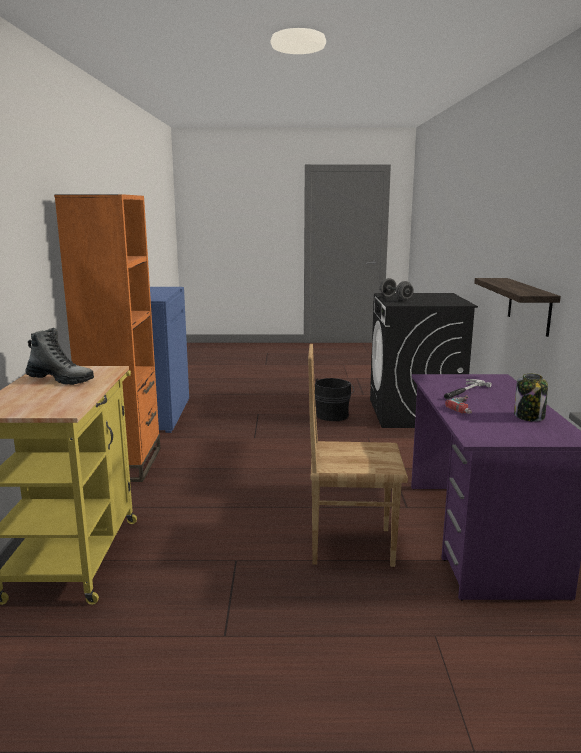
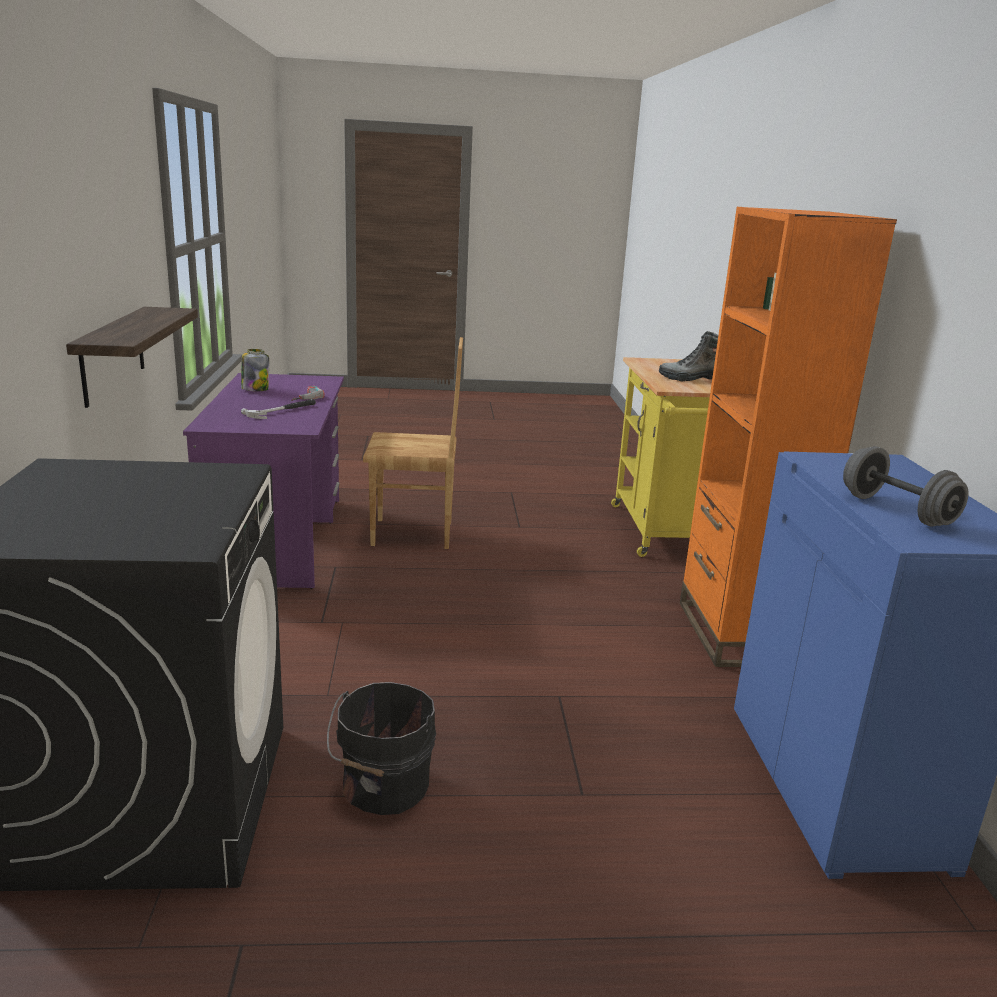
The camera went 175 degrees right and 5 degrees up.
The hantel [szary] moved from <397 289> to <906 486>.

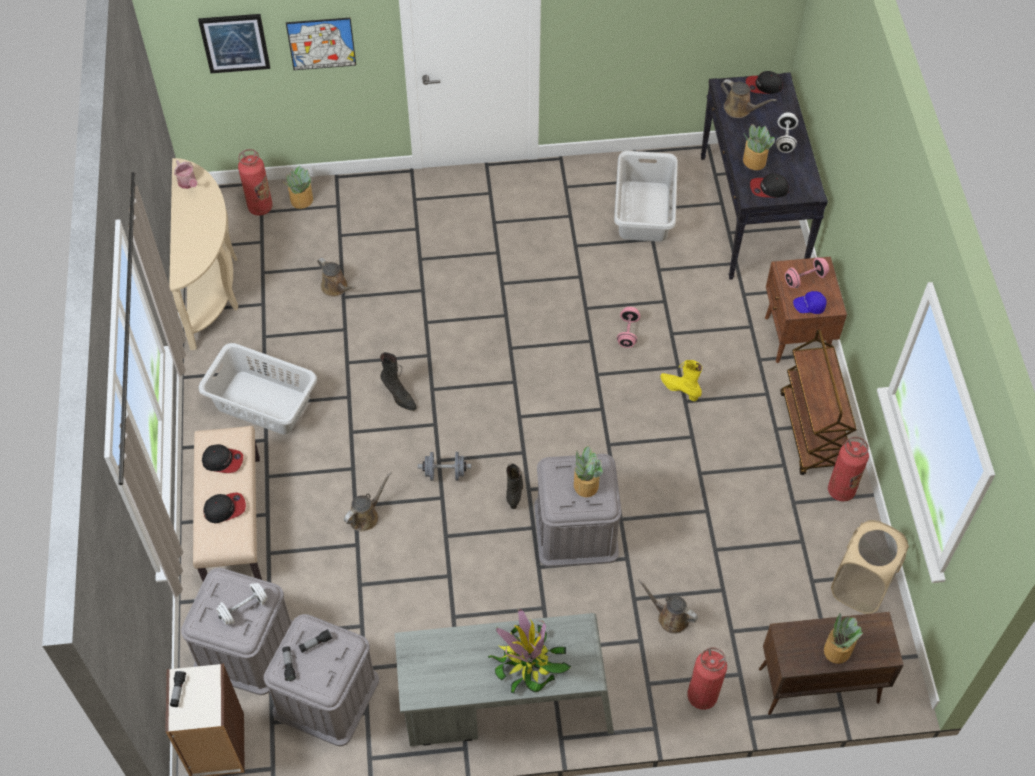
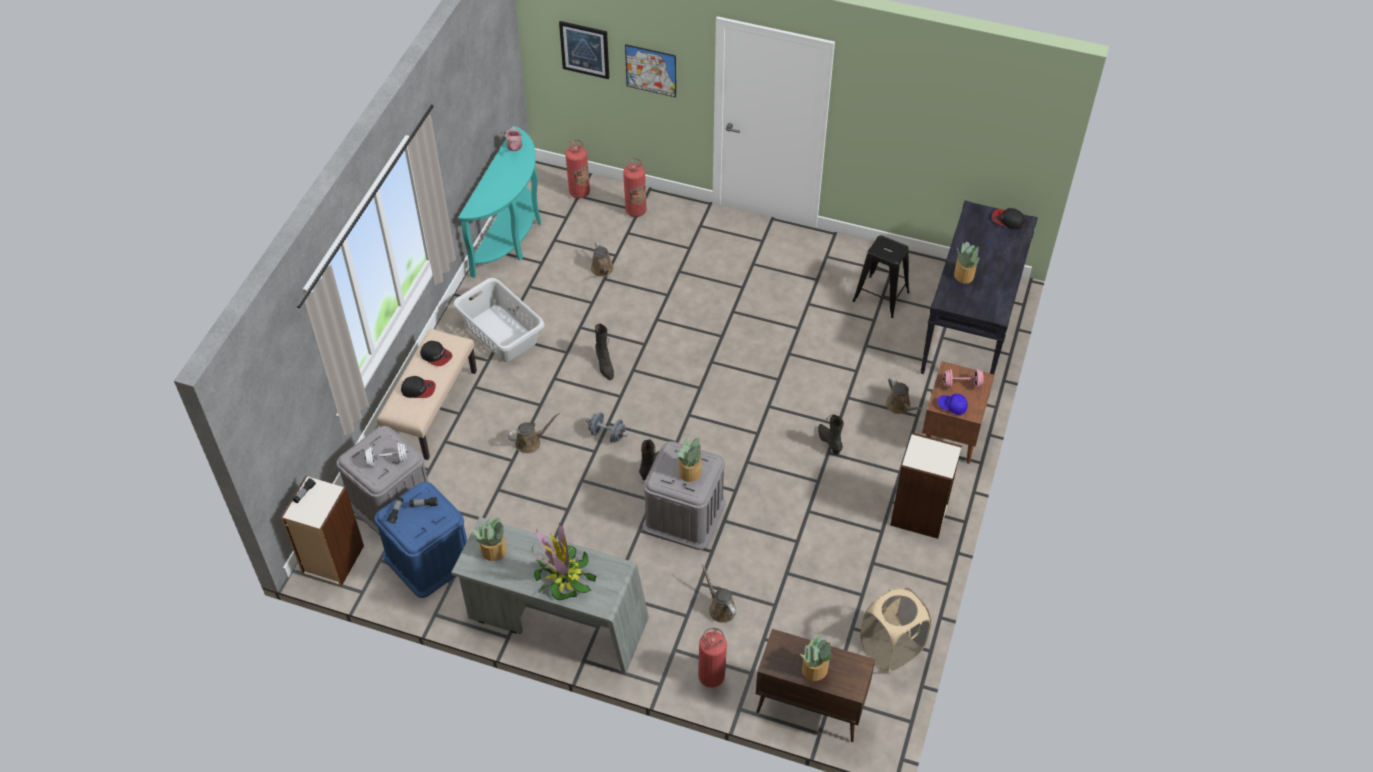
The camera went 25 degrees right and 5 degrees down.
The stolik konsolowy [beżowy] at <204 254> became the stolik konsolowy [turkusowy] at <499 202>.
The pojemnik do przechowywania [szary] at <321 680> became the pojemnik do przechowywania [niebieski] at <420 540>.
The roślina doniczkowa moved from <298 187> to <489 539>.
The kosz na pranie [szary] at <646 196> was replaced by the stołek [czarny] at <881 276>.
The hantel [różowy] at <628 327> disappeared.
The but z cholewką [żółty] at <681 380> became the but z cholewką [czarny] at <831 434>.
The konewka [brązowy] moved from <748 98> to <904 395>.
The czapka z daszkiem at <769 185> disappeared.
The hantel [biały] at <787 132> disappeared.
The wózek [brązowy] at <818 402> was replaced by the regał at <926 486>.
The gaśnica moved from <848 469> to <635 187>.

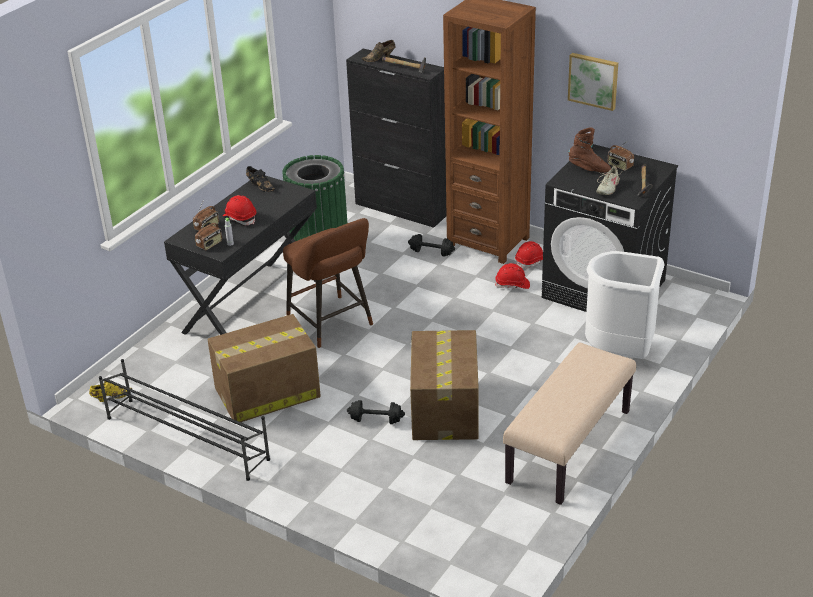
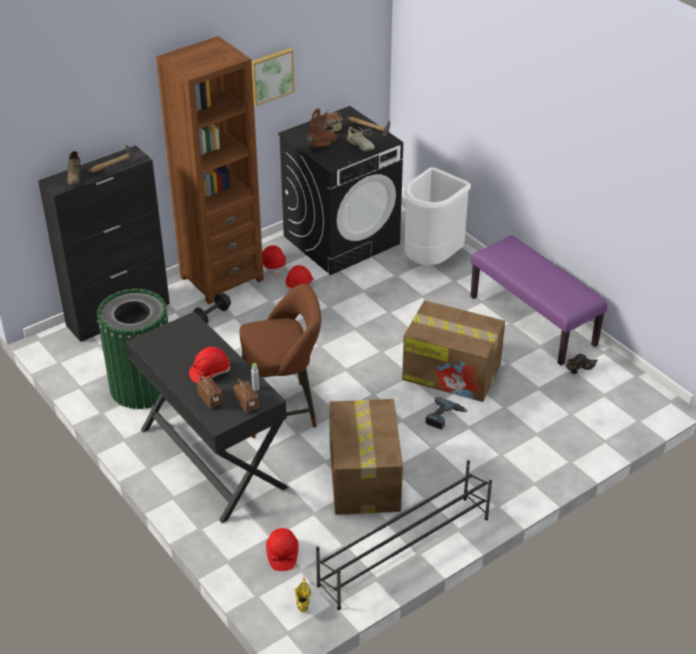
The camera went 70 degrees left and 5 degrees up.
The but [czarny] moved from <260 179> to <582 364>.
The hantel [czarny] at <376 412> was replaced by the wiertarka at <447 413>.
The ławka [beżowy] at <569 424> became the ławka [fioletowy] at <539 300>.
The kask [czerwony] at <282 549> appeared.

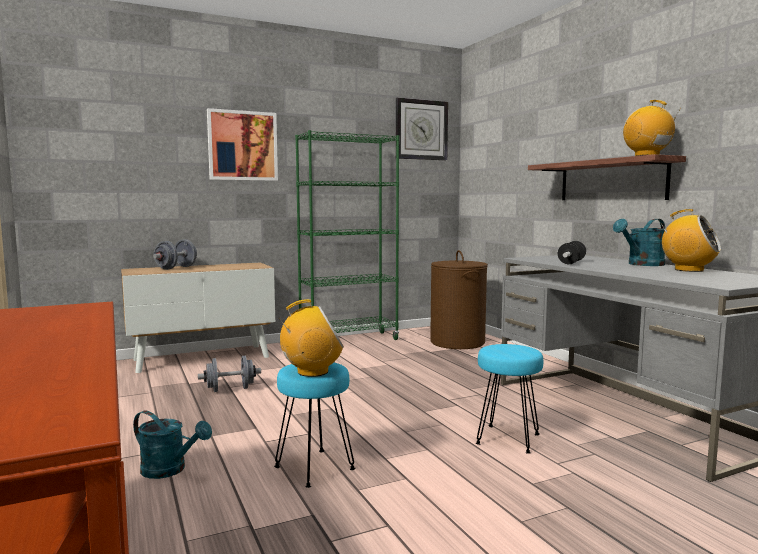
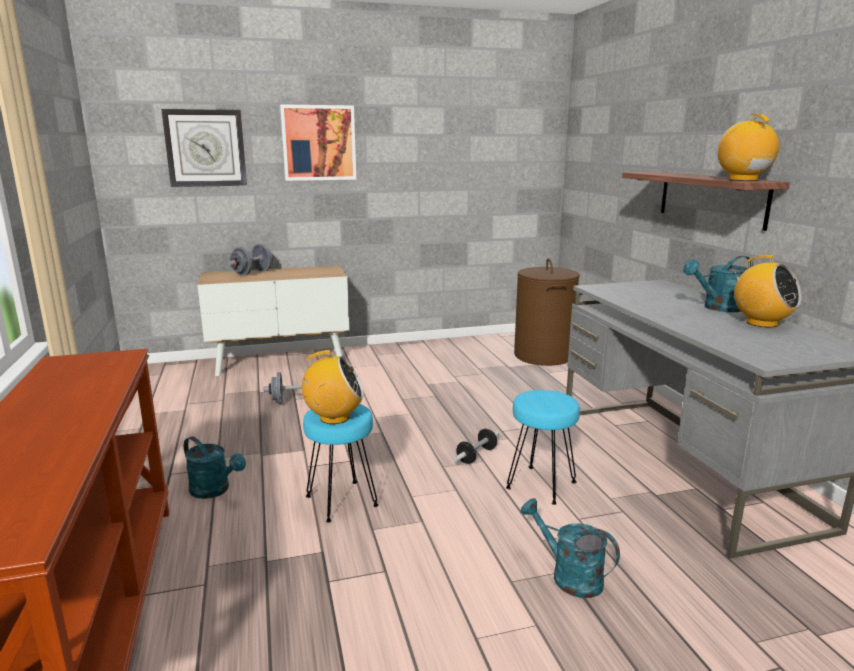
The camera went 10 degrees right and 10 degrees up.
The regał [zielony] at <347 235> disappeared.
The zegar ścienny moved from <422 128> to <204 148>.
The hantel moved from <572 252> to <476 446>.
The konewka [turkusowy] at <570 548> appeared.

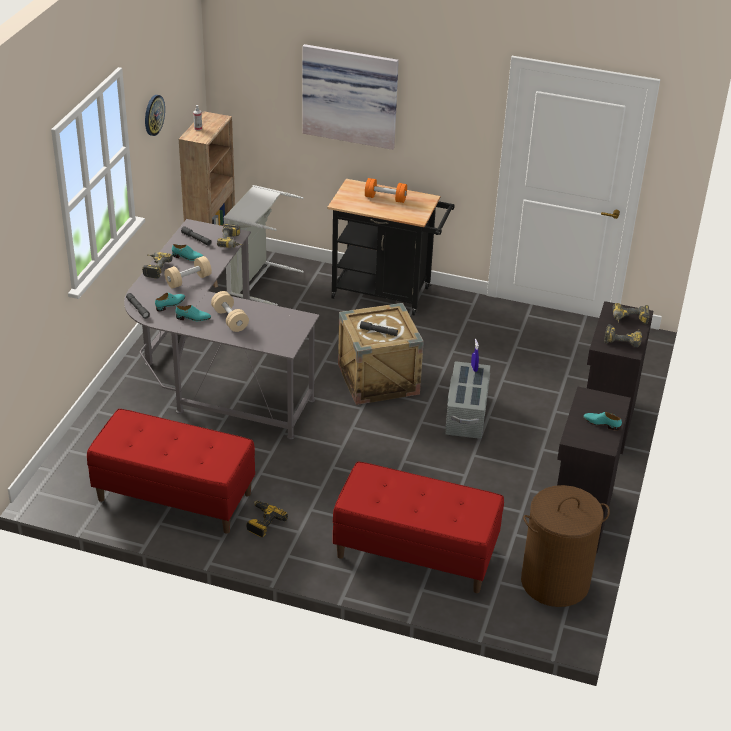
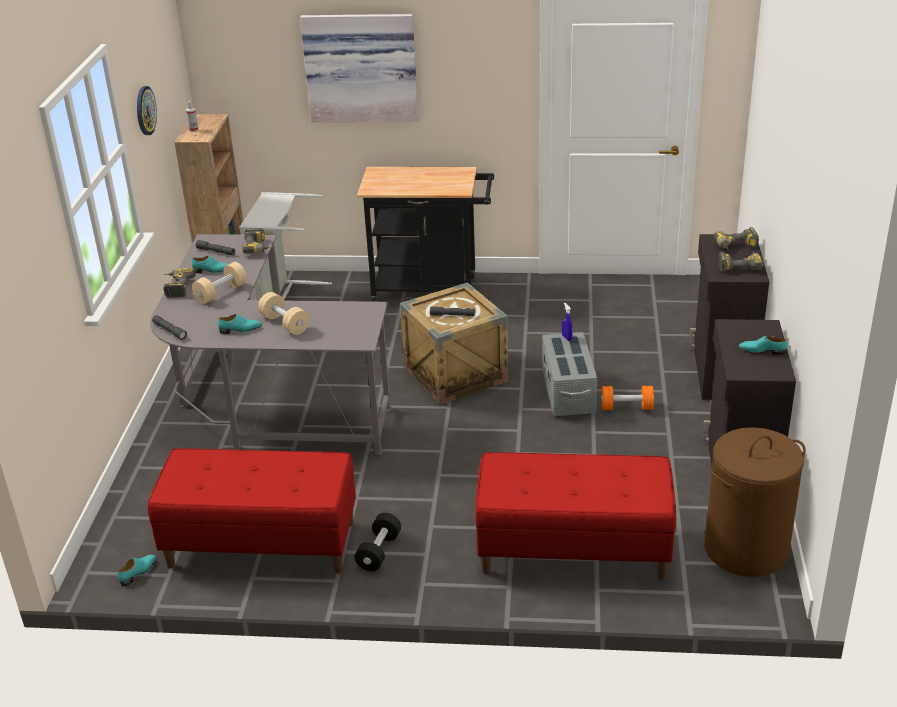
The camera went 10 degrees left and 5 degrees down.
The but [turkusowy] moved from <170 302> to <137 570>.
The wiertarka at <267 519> was replaced by the hantel [czarny] at <377 542>.
The hantel [pomarańczowy] moved from <386 190> to <627 398>.

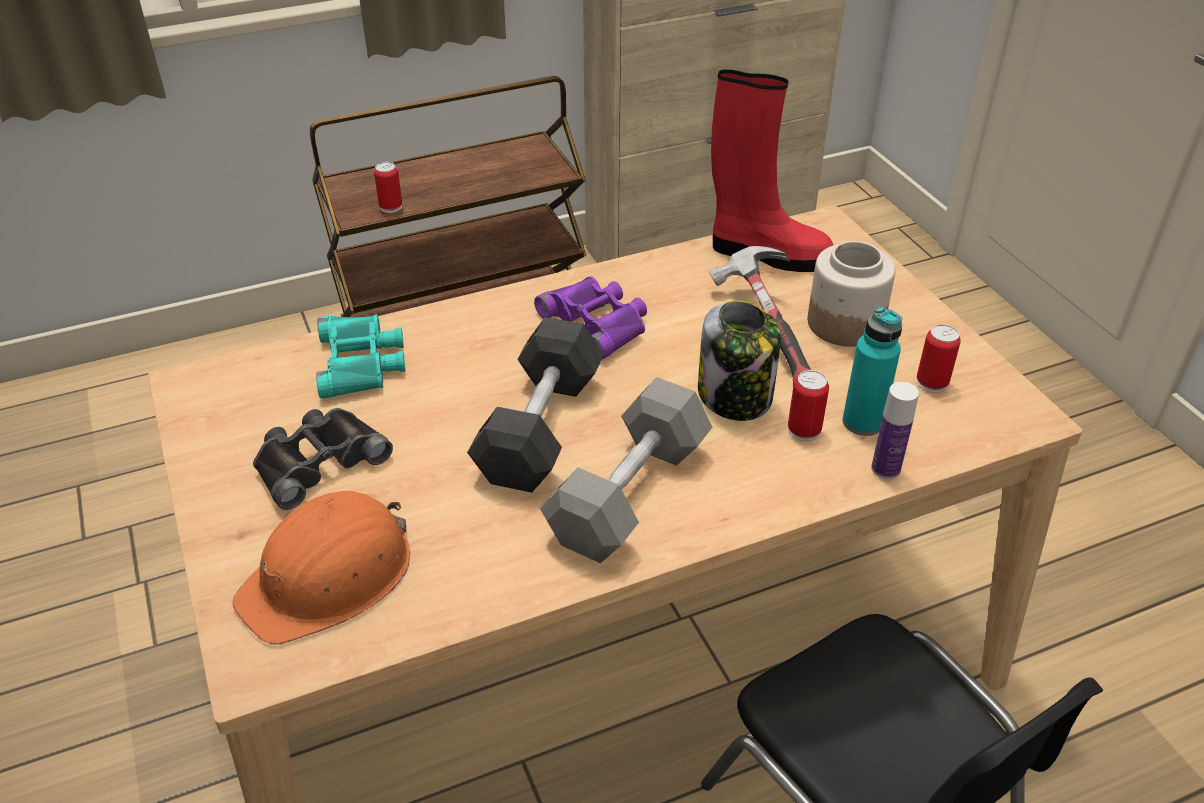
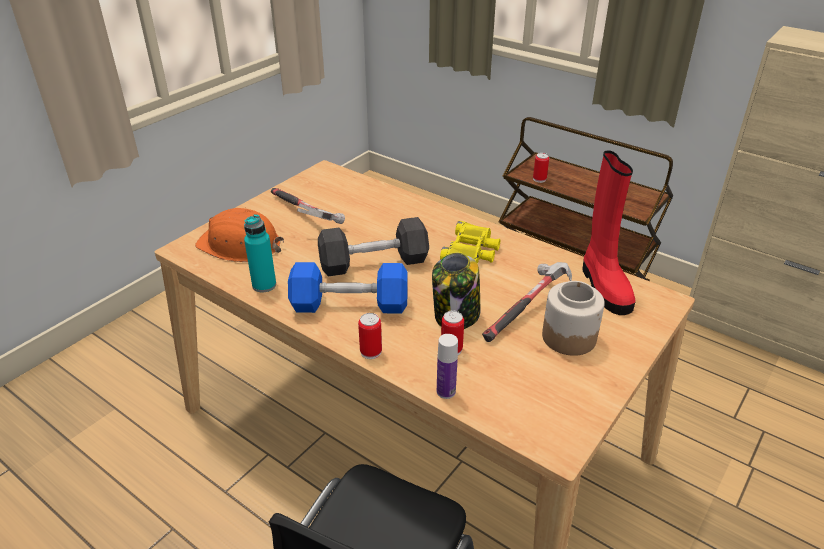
The camera went 60 degrees right and 5 degrees down.
The lornetka [czarny] at <323 459> was replaced by the młotek at <308 206>.
The lornetka [turkusowy] at <361 357> disappeared.
The lornetka [fioletowy] at <590 317> became the lornetka [żółty] at <470 242>.
The hantel [szary] at <626 470> became the hantel [niebieski] at <348 288>.
The butelka [turkusowy] moved from <872 371> to <260 253>.
The puszka moved from <939 358> to <370 336>.

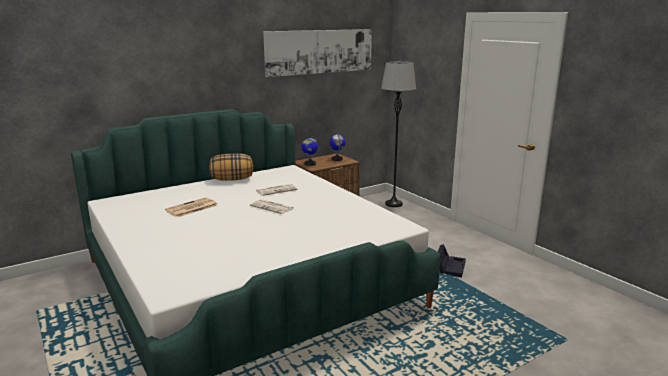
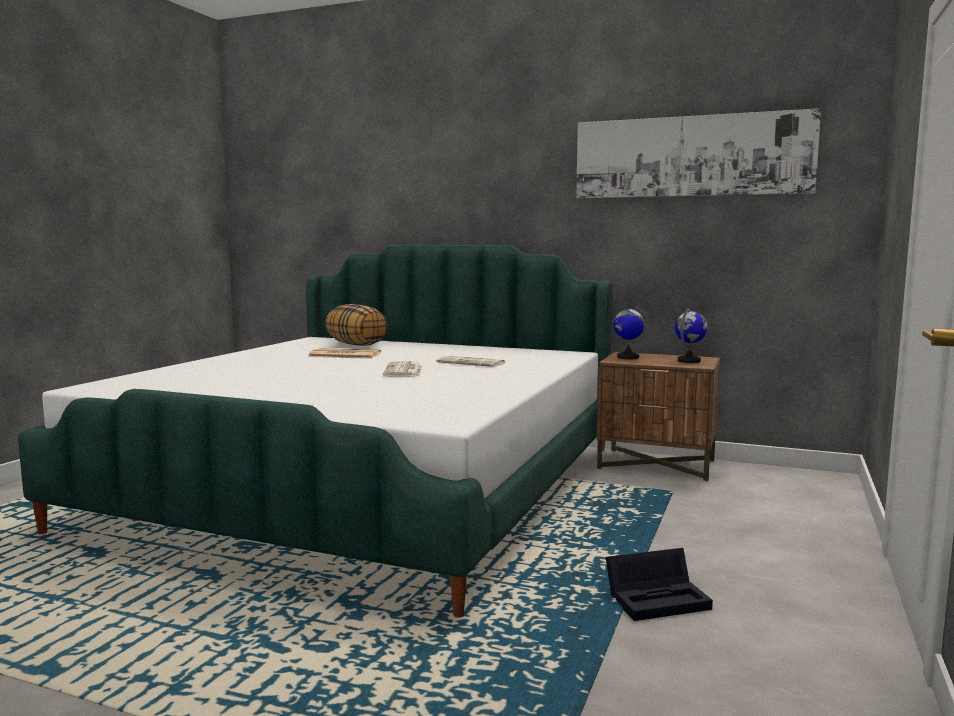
The camera went 55 degrees right and 10 degrees down.
The poduszka moved from <231 167> to <356 325>.
The lampa stojąca [szary] at <398 134> disappeared.

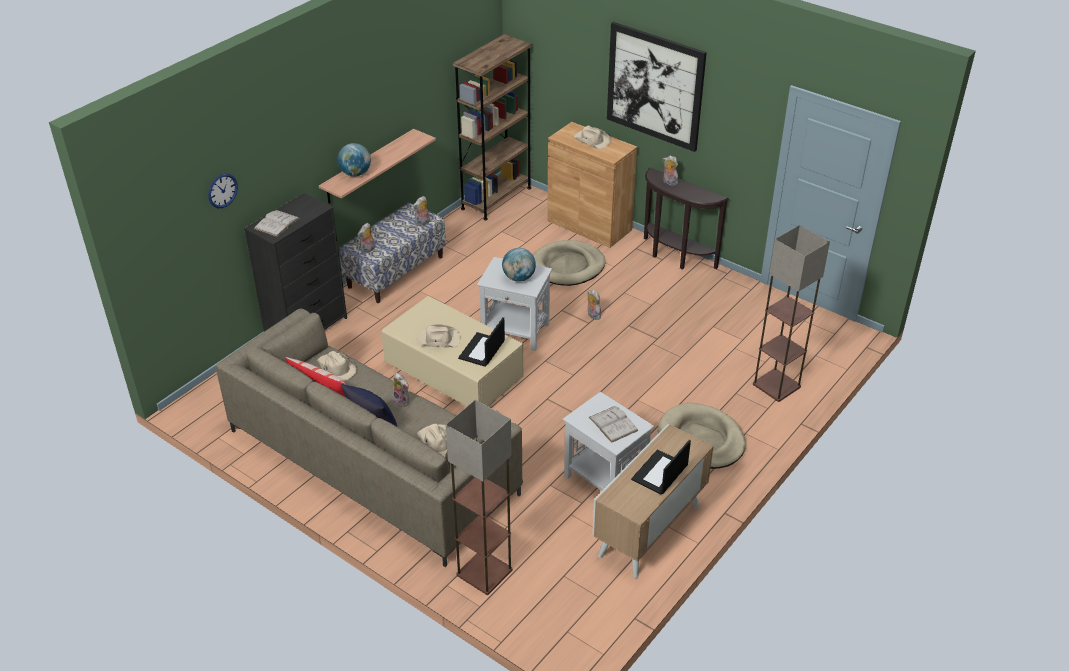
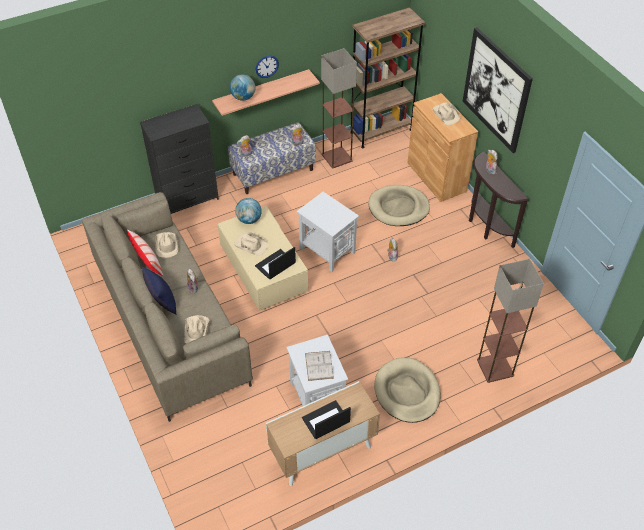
The camera went 25 degrees right and 10 degrees up.
The zegar ścienny moved from <223 191> to <267 67>.
The książka [biały] at <276 223> disappeared.
The lampa stojąca moved from <479 497> to <339 108>.
The globus moved from <519 265> to <248 211>.

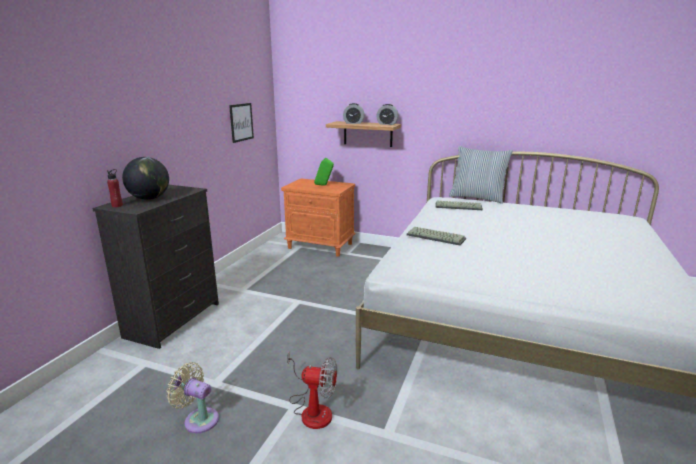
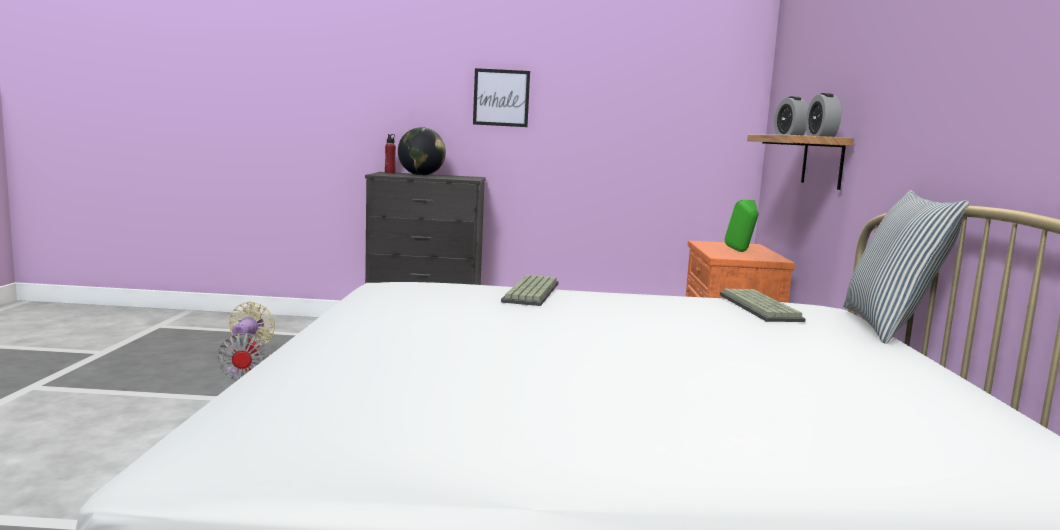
The camera went 70 degrees right and 10 degrees down.
The obraz moved from <241 123> to <501 97>.

